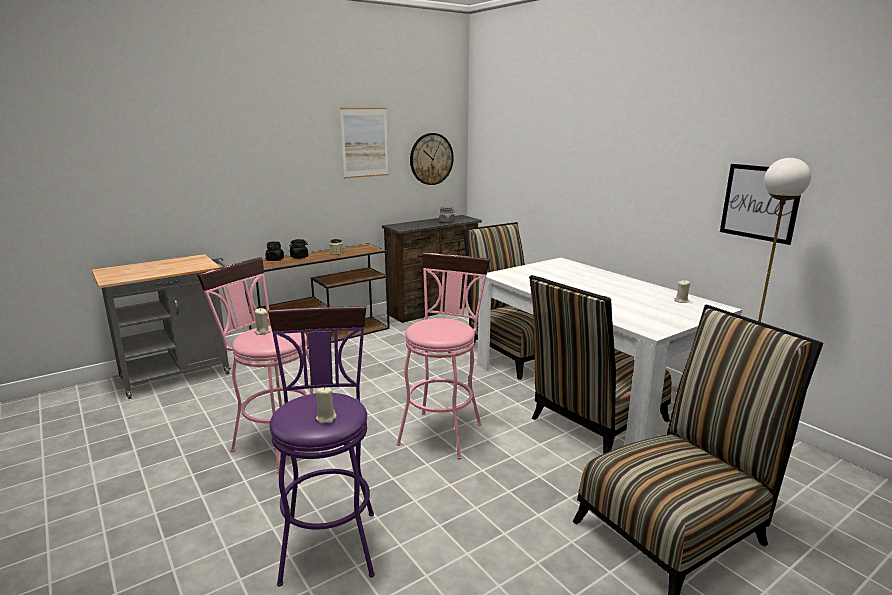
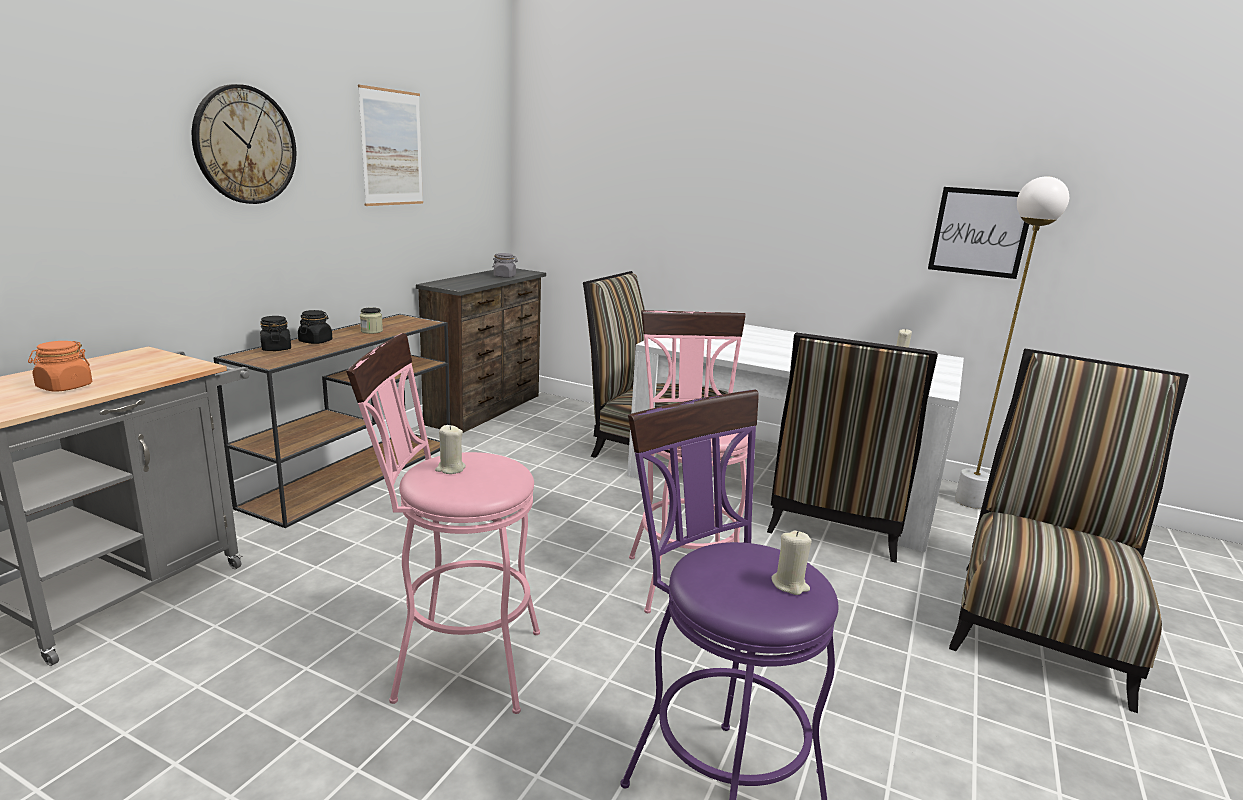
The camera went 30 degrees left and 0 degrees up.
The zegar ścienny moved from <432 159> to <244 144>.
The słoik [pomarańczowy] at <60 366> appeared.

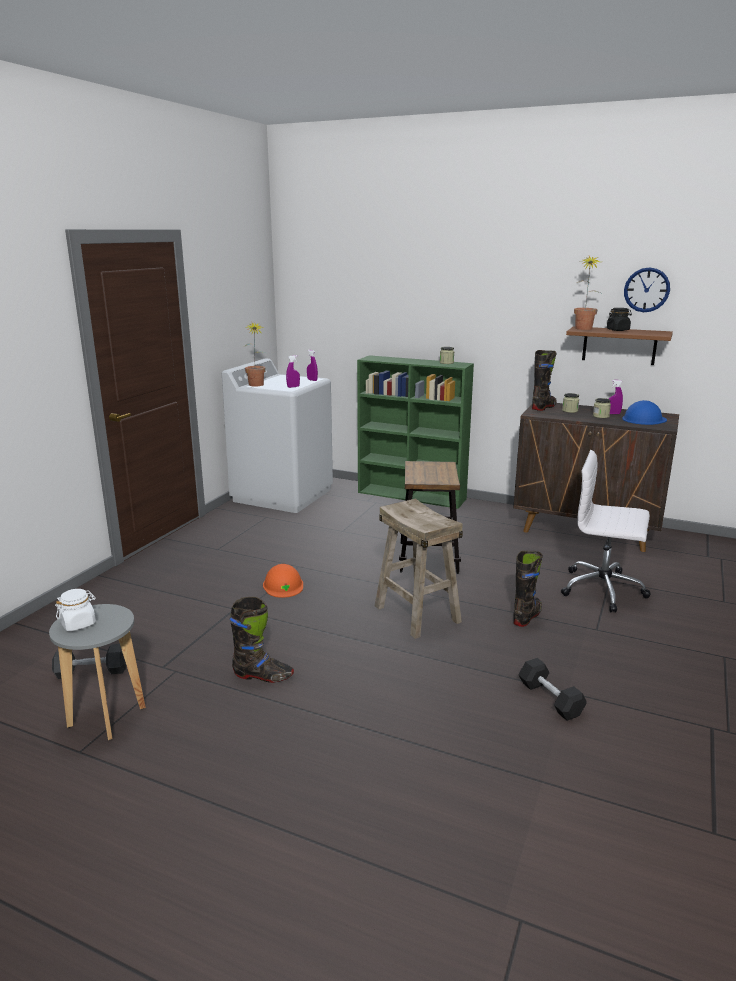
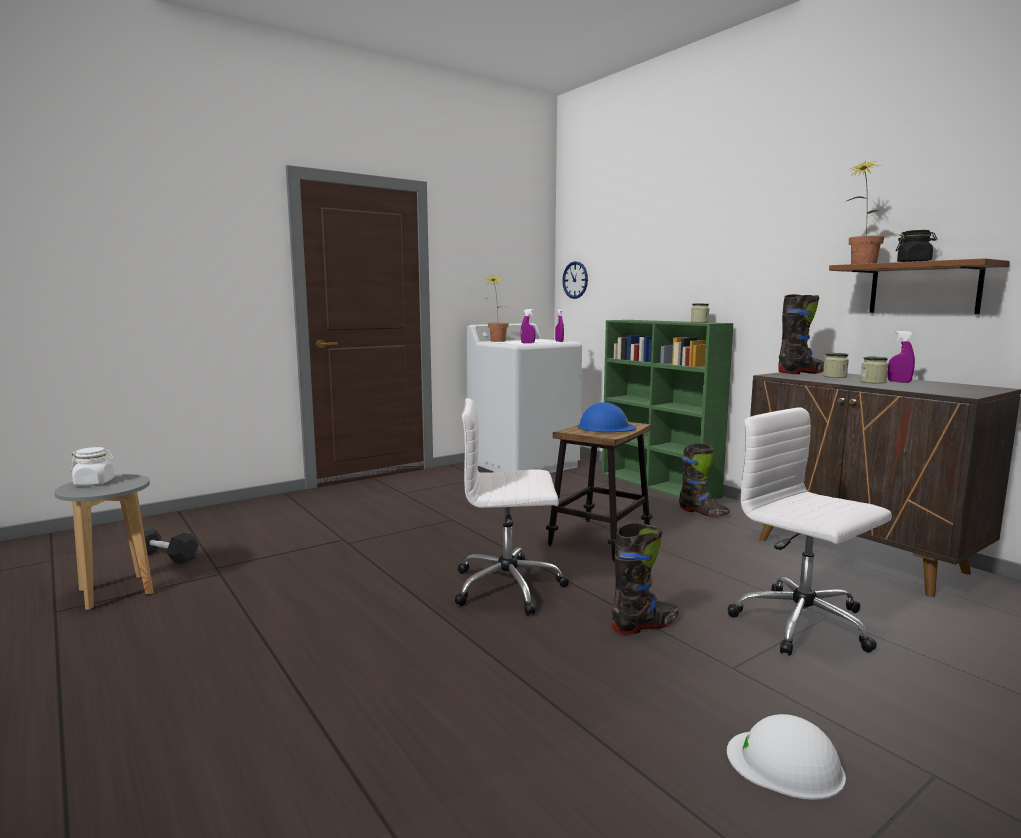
The camera went 30 degrees right and 10 degrees down.
The but z cholewką [czarny] moved from <261 640> to <704 480>.
The kask [pomarańczowy] at <283 581> disappeared.
The stołek [beżowy] at <419 569> was replaced by the krzesło biurowe [biały] at <512 507>.
The hantel [czarny] at <553 689> disappeared.
The kask [niebieski] moved from <644 412> to <607 417>.
The zegar ścienny moved from <647 289> to <575 280>.
The kask [biały] at <786 757> appeared.

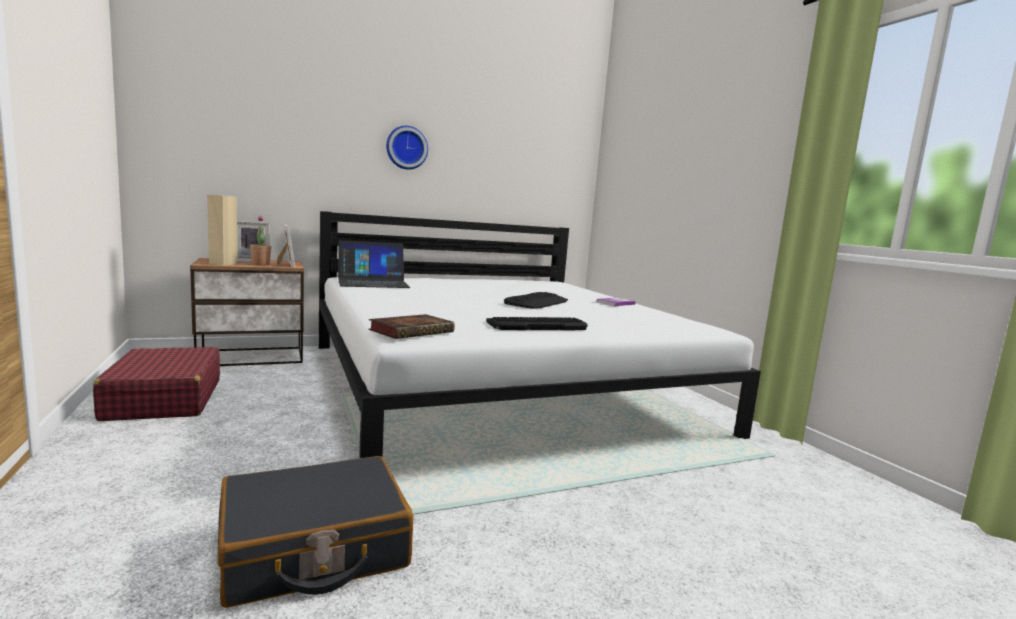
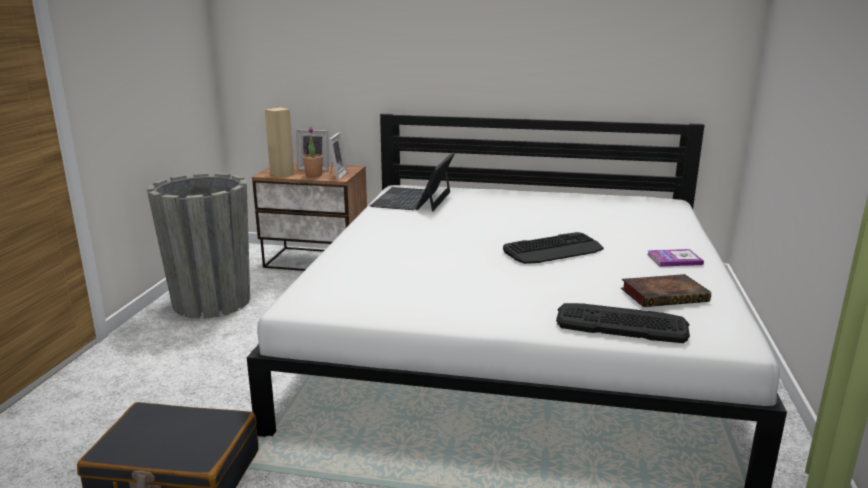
The camera went 35 degrees right and 10 degrees up.
The walizka [czerwony] at <156 384> was replaced by the donica [szary] at <198 245>.
The laptop at <374 264> turned 90 degrees clockwise.
The książka moved from <411 326> to <666 290>.
The zegar ścienny at <407 148> disappeared.
The klawiatura moved from <537 323> to <623 323>.

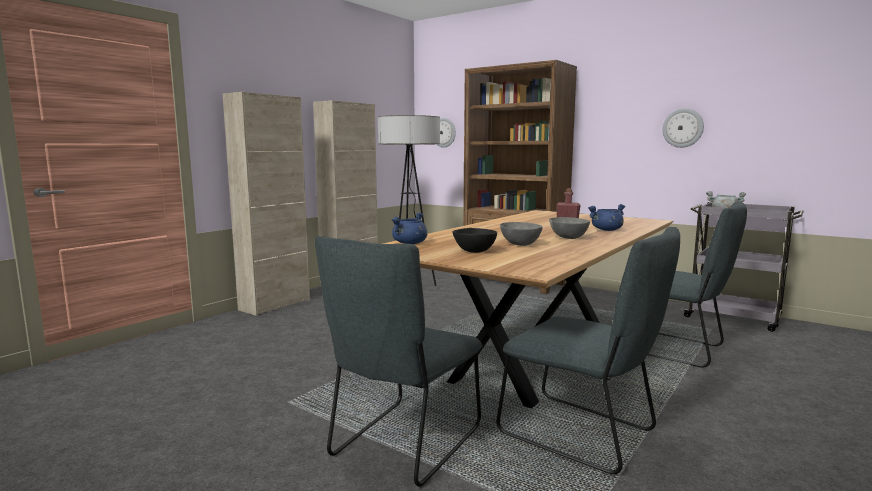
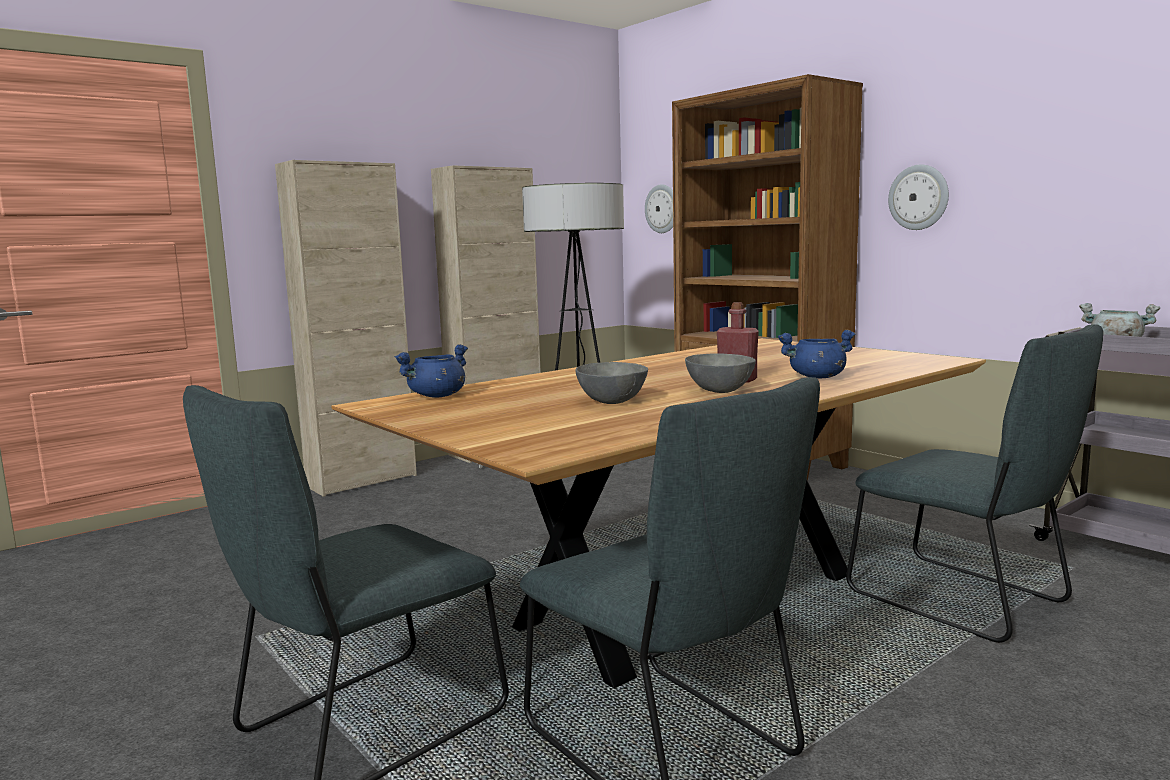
The camera went 15 degrees right and 0 degrees up.
The miska [czarny] at <475 240> disappeared.
The zegar ścienny moved from <683 128> to <918 197>.

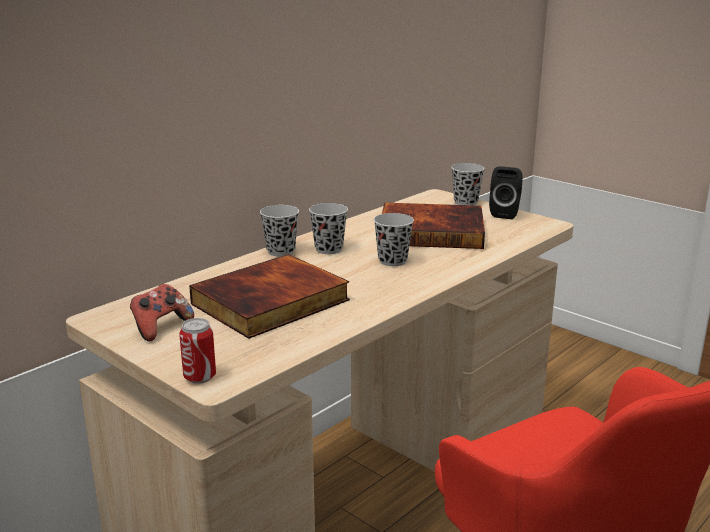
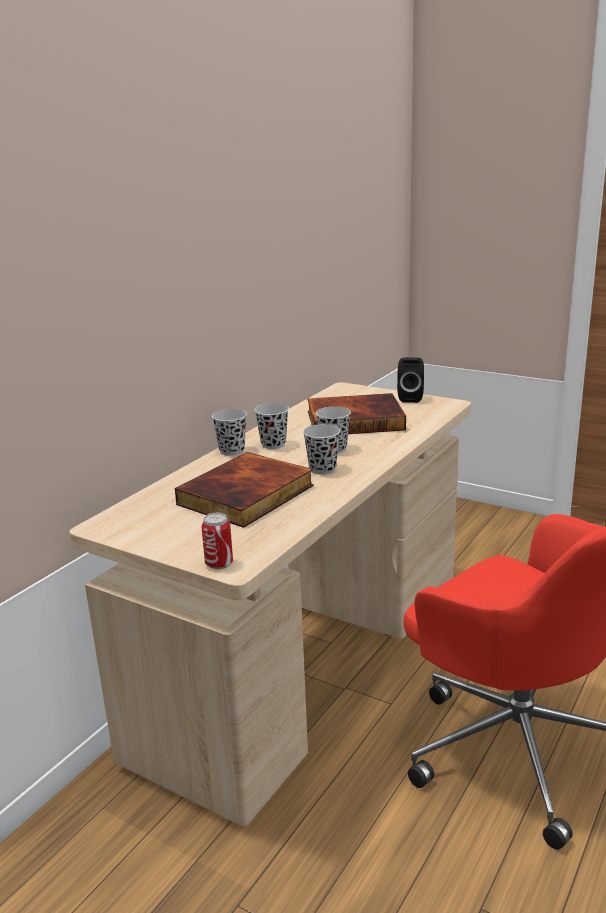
The camera went 10 degrees left and 0 degrees up.
The pad do gier at <162 313> disappeared.
The filiżanka [czarny] moved from <468 184> to <321 449>.

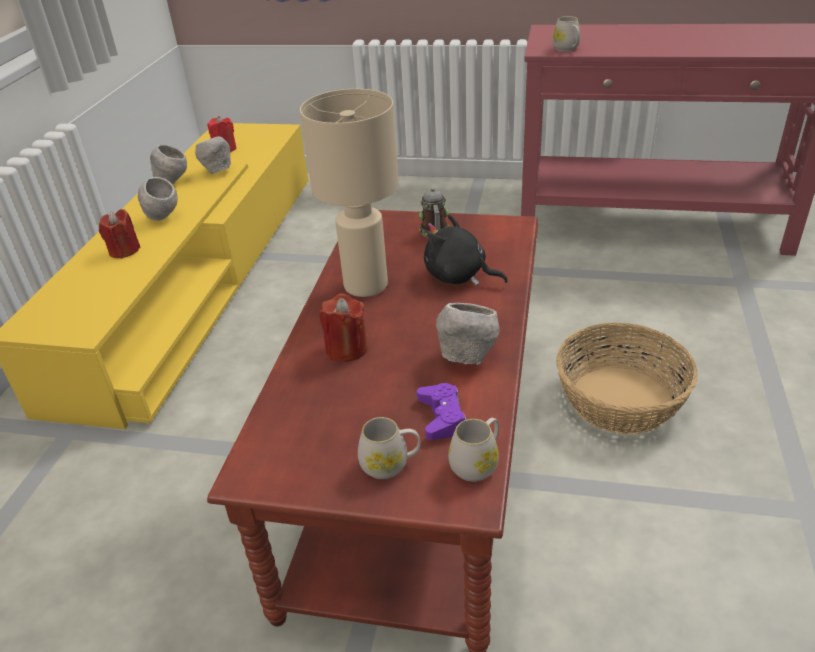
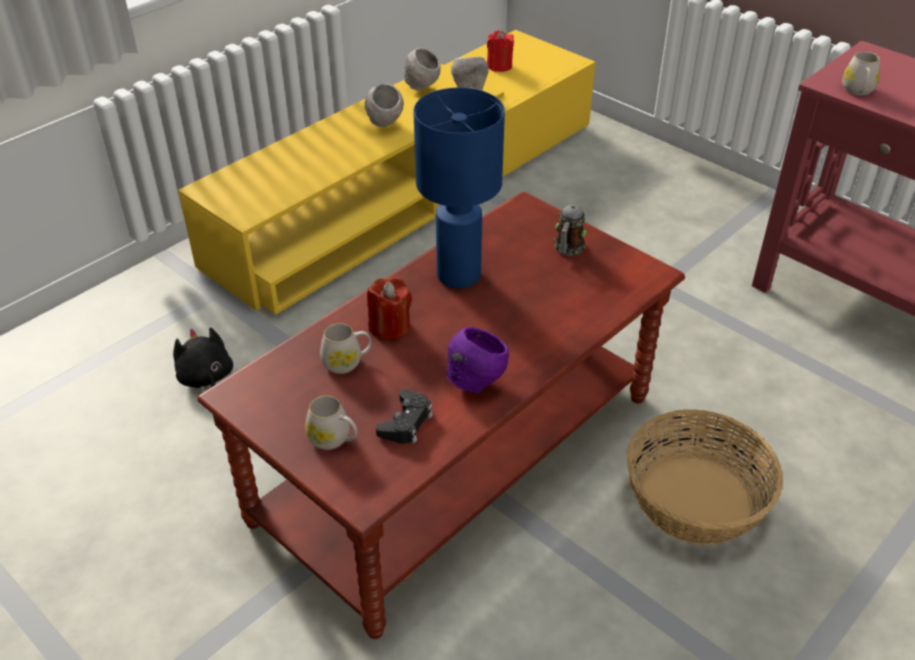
The camera went 30 degrees right and 5 degrees up.
The świeca [czerwony] at <120 234> disappeared.
The lampa stołowa [beżowy] at <349 193> became the lampa stołowa [niebieski] at <459 188>.
The pad do gier [fioletowy] at <441 411> became the pad do gier [czarny] at <404 416>.
The pluszak [czarny] moved from <466 250> to <203 360>.
The miska [szary] at <467 334> became the miska [fioletowy] at <478 360>.
The kubek [biały] moved from <473 450> to <345 348>.

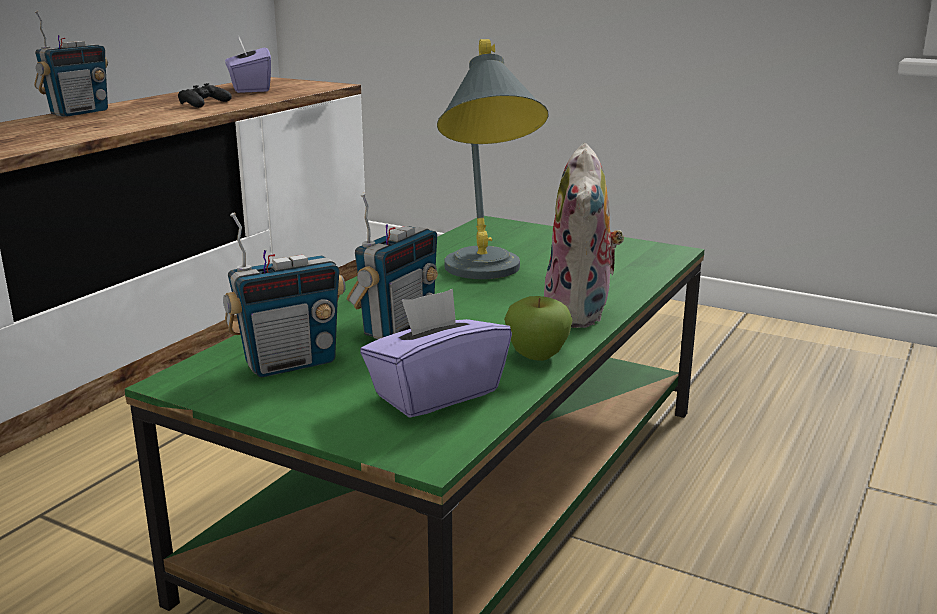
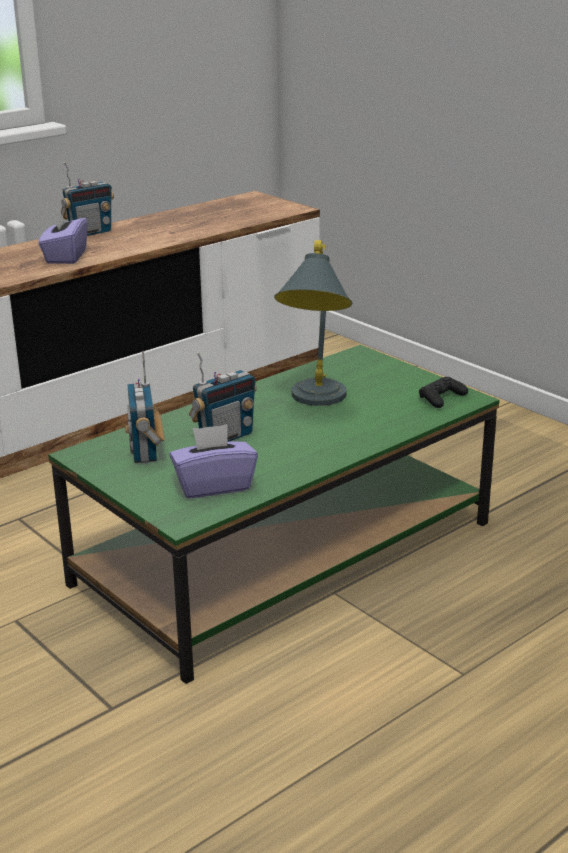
The camera went 20 degrees right and 5 degrees up.
The pad do gier [czarny] moved from <205 95> to <443 392>.
The radio at <284 294> turned 90 degrees clockwise.
The pudełko chusteczek [fioletowy] moved from <248 65> to <62 236>.
The jabłko at <538 328> disappeared.
The pluszak at <584 235> disappeared.

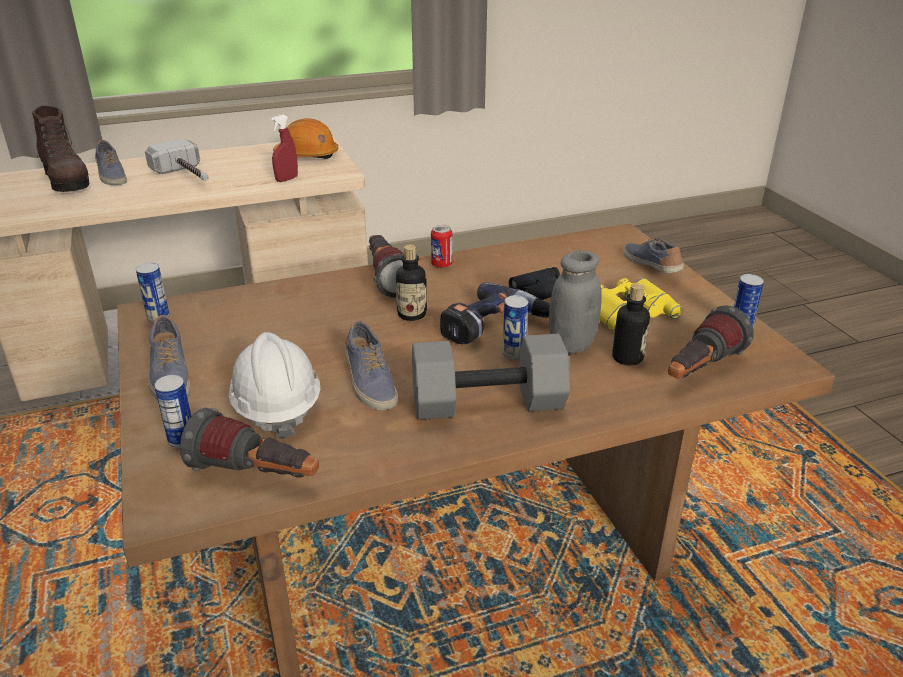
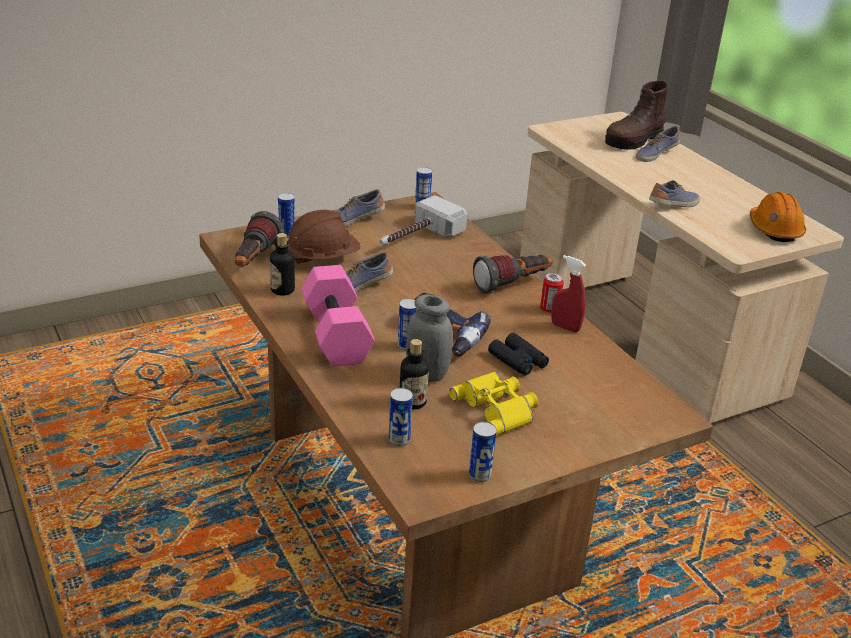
The camera went 80 degrees right and 0 degrees up.
The młotek moved from <177 159> to <423 220>.
The kask [biały] at <274 385> became the kask [brązowy] at <323 237>.
The spryskiwacz [czerwony] moved from <284 148> to <568 293>.
The butelka moved from <411 283> to <282 264>.
The hantel [szary] at <491 377> became the hantel [różowy] at <338 316>.
The but moved from <653 255> to <674 194>.
The latarka at <711 342> was replaced by the puszka at <400 417>.

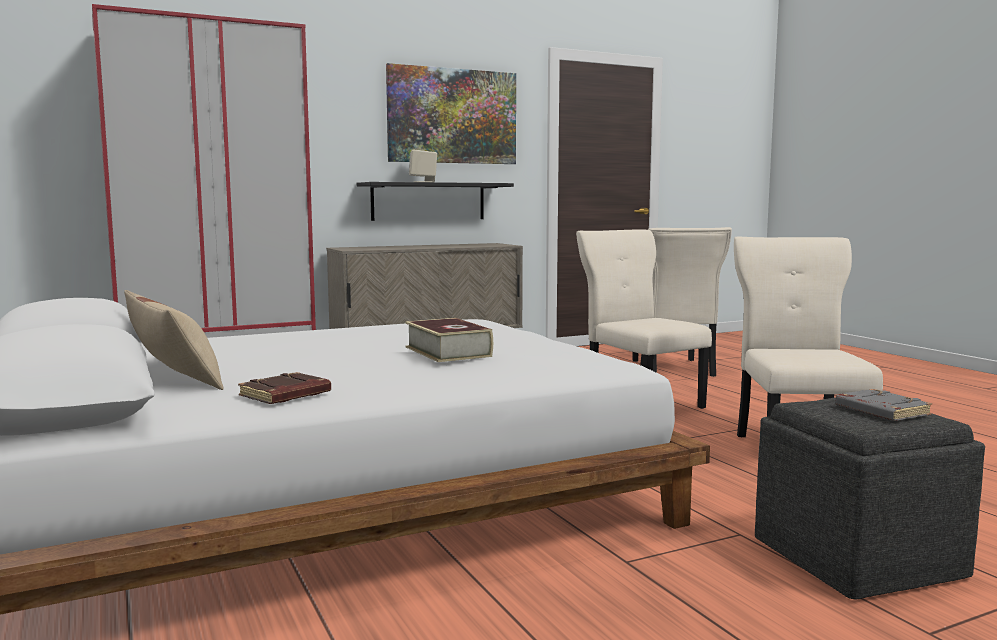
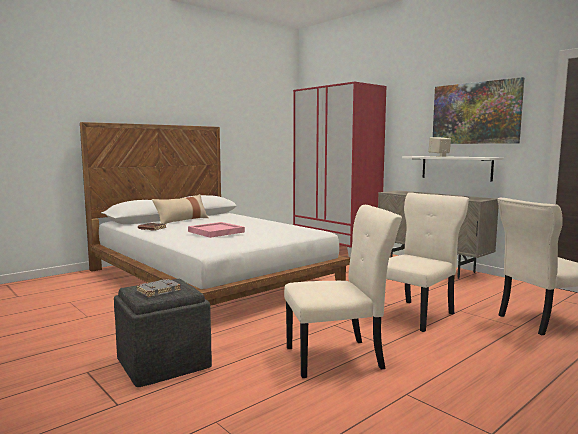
The camera went 75 degrees right and 0 degrees up.
The półka [czarny] at <435 201> became the półka [biały] at <452 168>.
The książka at <449 340> was replaced by the taca [różowy] at <216 230>.

